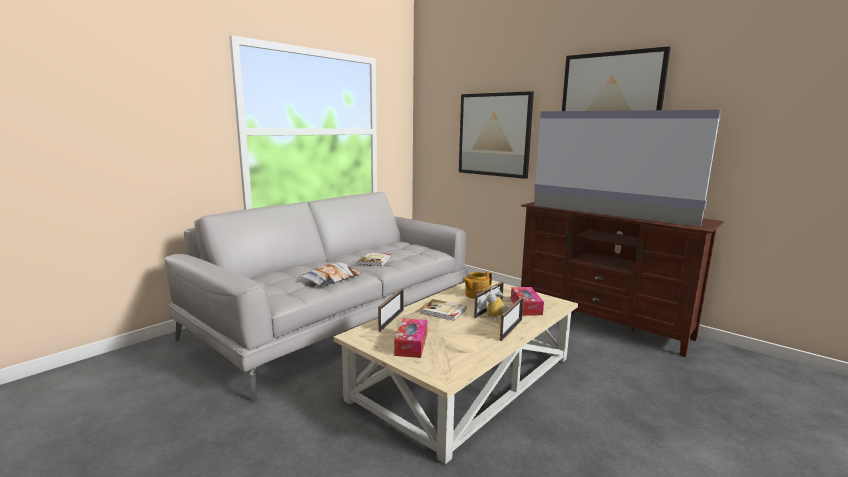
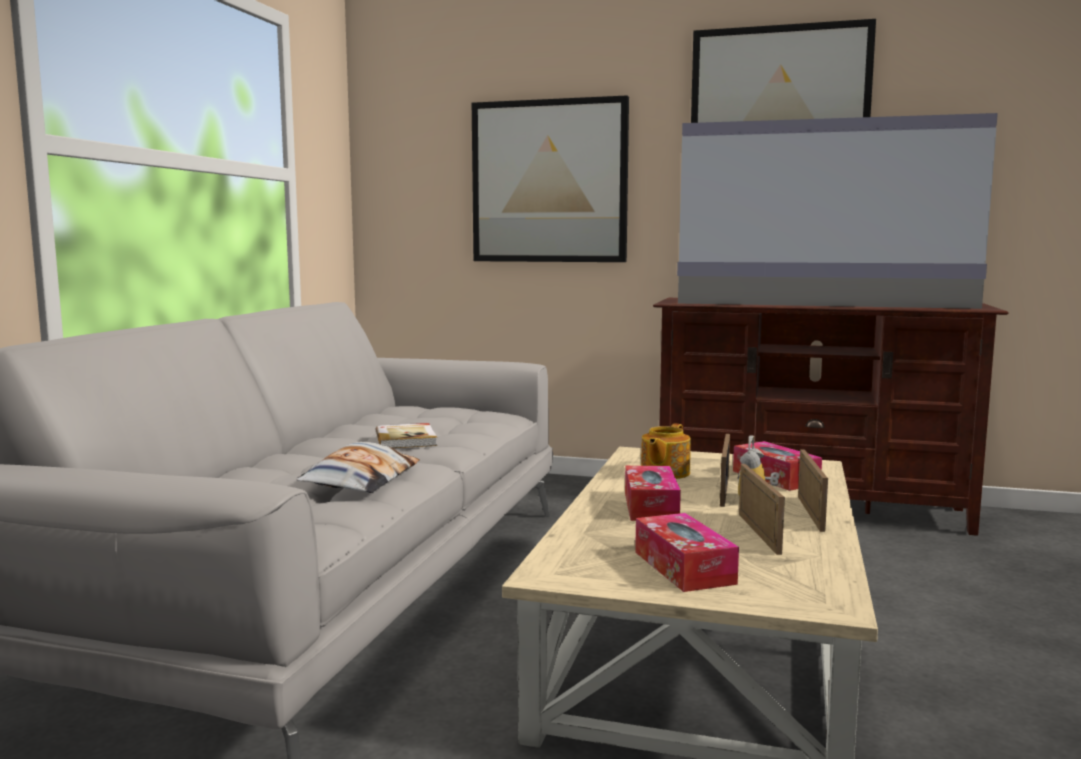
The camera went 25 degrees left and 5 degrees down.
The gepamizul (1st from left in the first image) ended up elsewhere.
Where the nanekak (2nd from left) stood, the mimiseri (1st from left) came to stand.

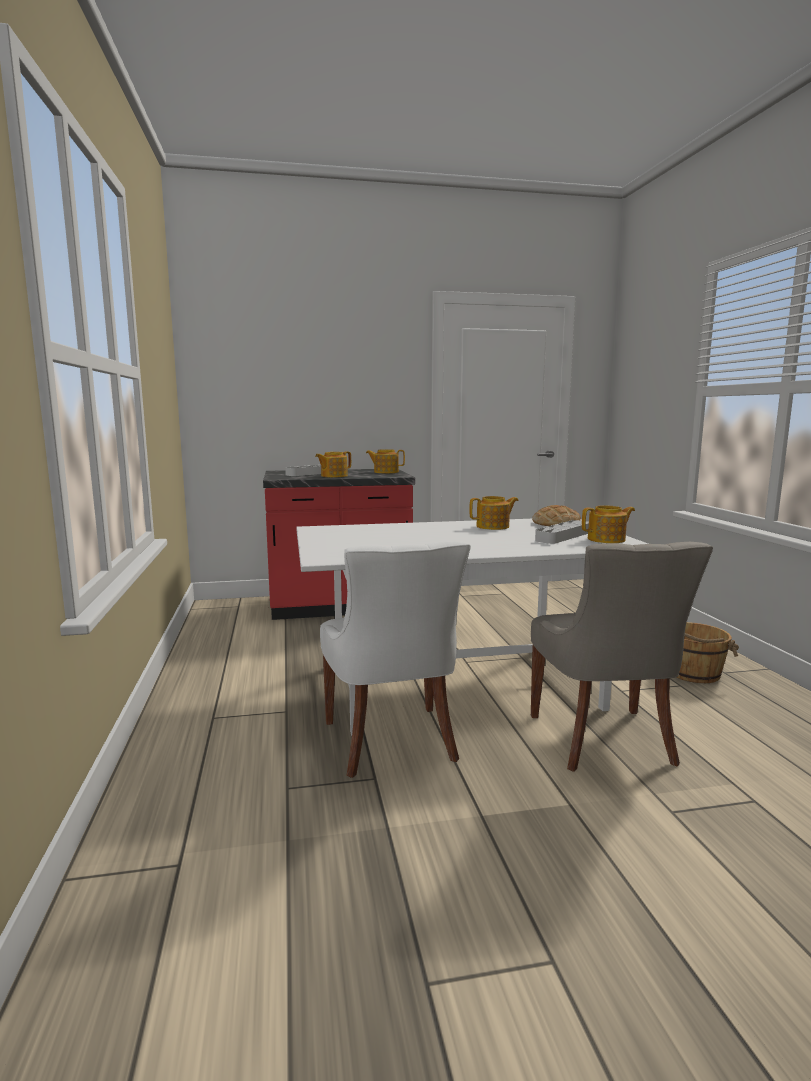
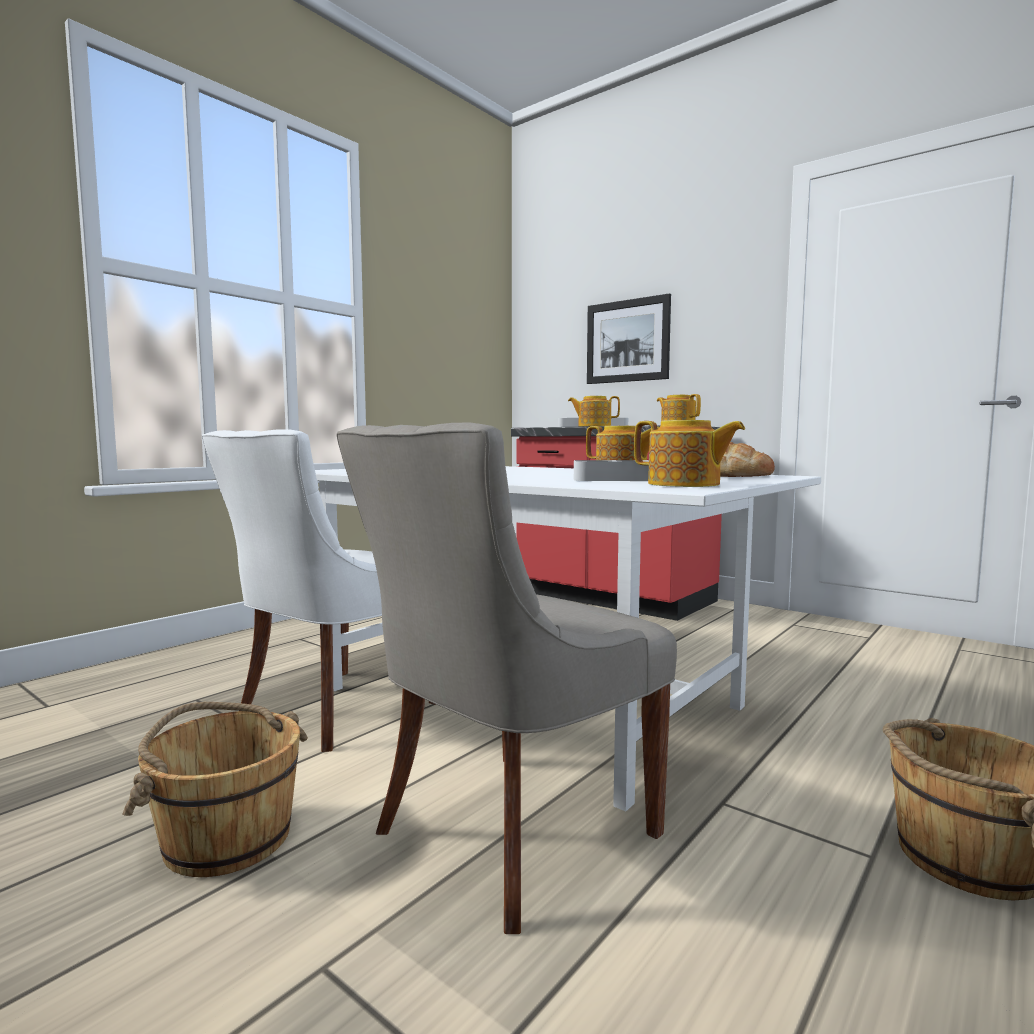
The camera went 50 degrees right and 5 degrees down.
The second view gained the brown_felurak (1st from left).
The second view gained the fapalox.

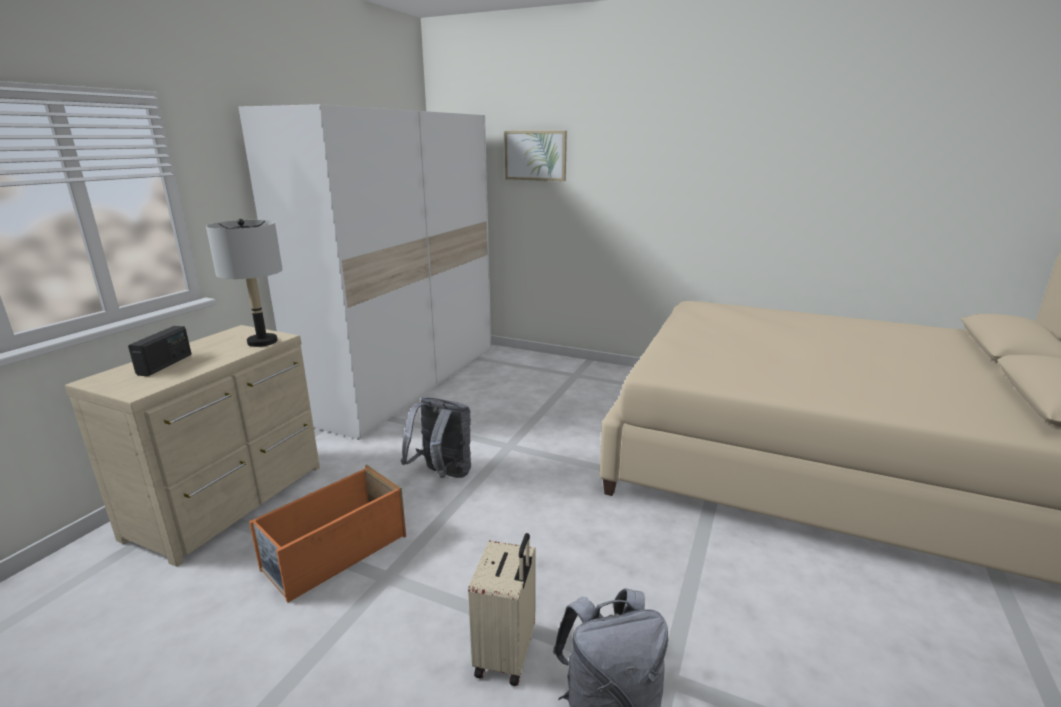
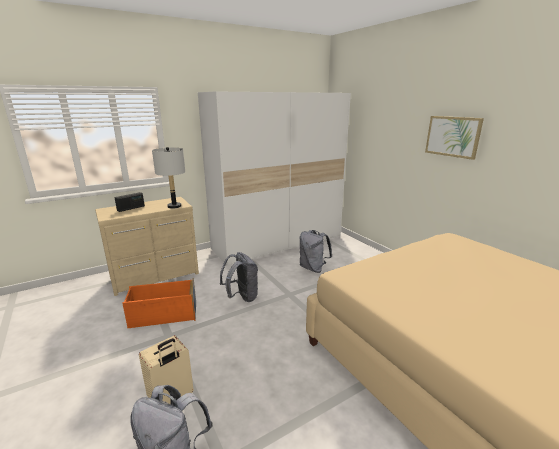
The camera went 35 degrees right and 0 degrees up.
The second view gained the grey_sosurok (3rd from left).
The fapalox ended up elsewhere.

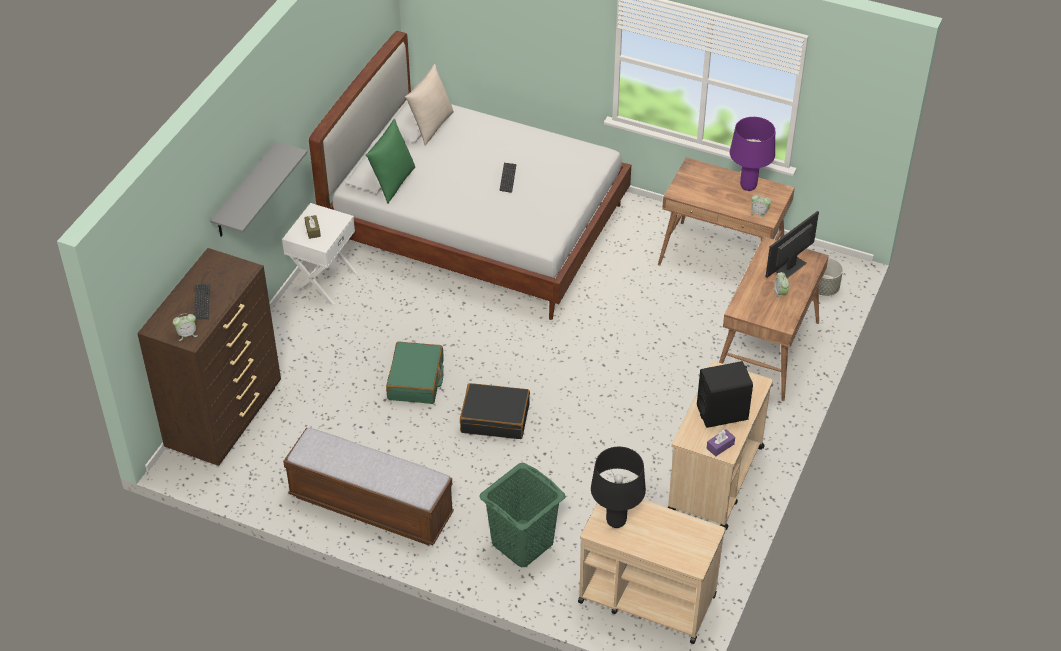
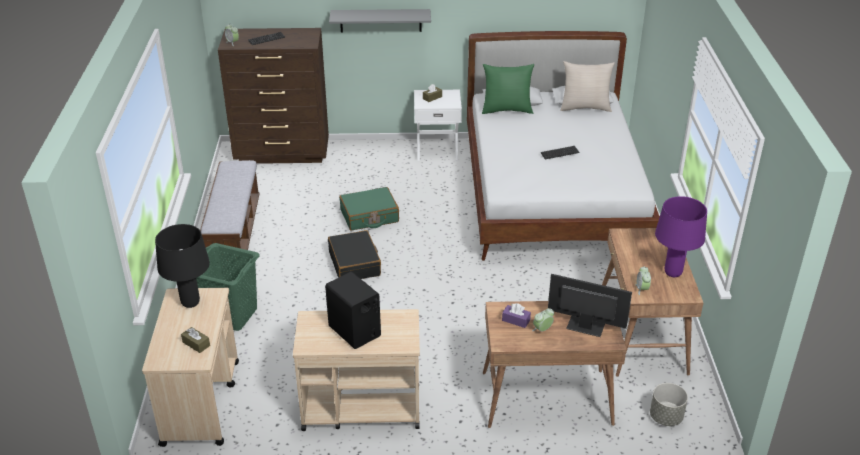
The camera went 65 degrees right and 10 degrees down.
The second view gained the brown_mimiseri (1st from left).
The purple_mimiseri ended up elsewhere.

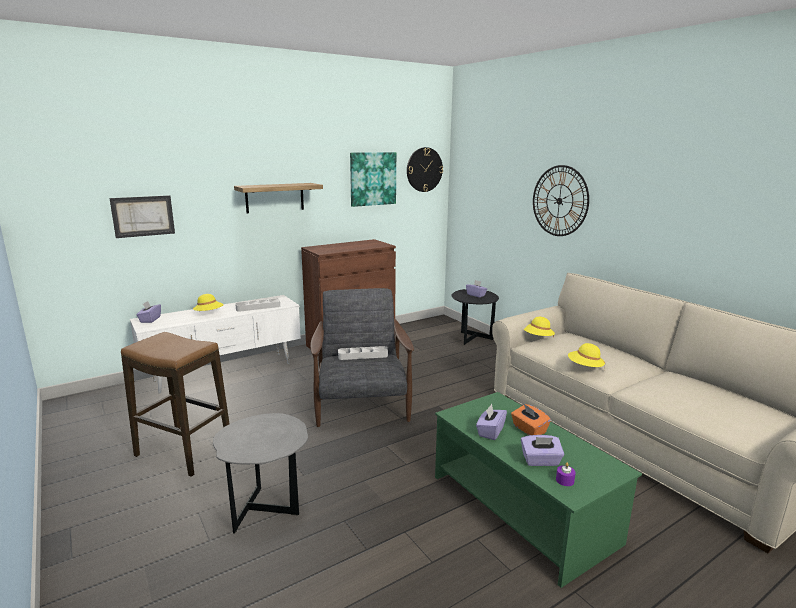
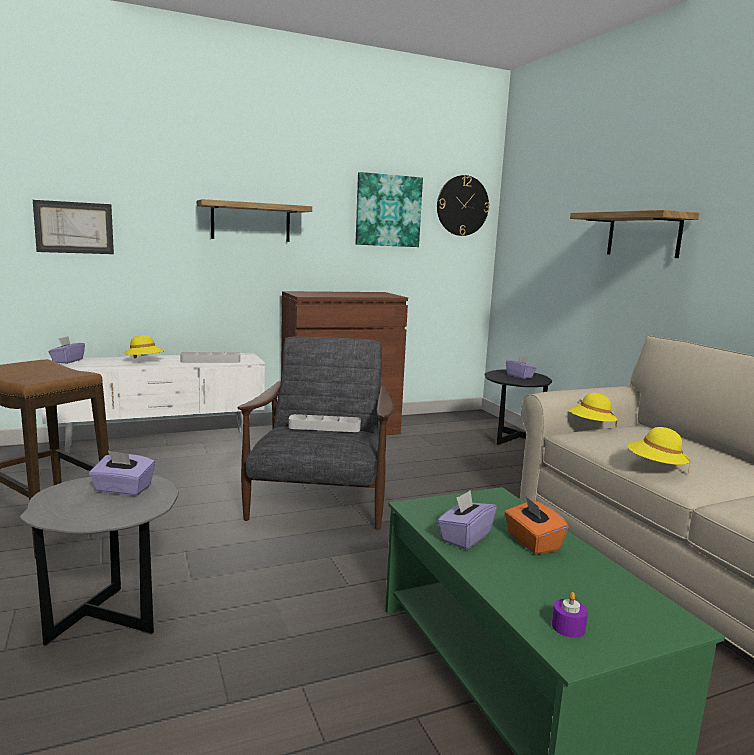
The camera went 10 degrees right and 5 degrees down.
The purple_mimiseri (4th from left in the first image) ended up elsewhere.
Where the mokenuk (2nd from left) hung, the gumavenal (2nd from left) came to hang.

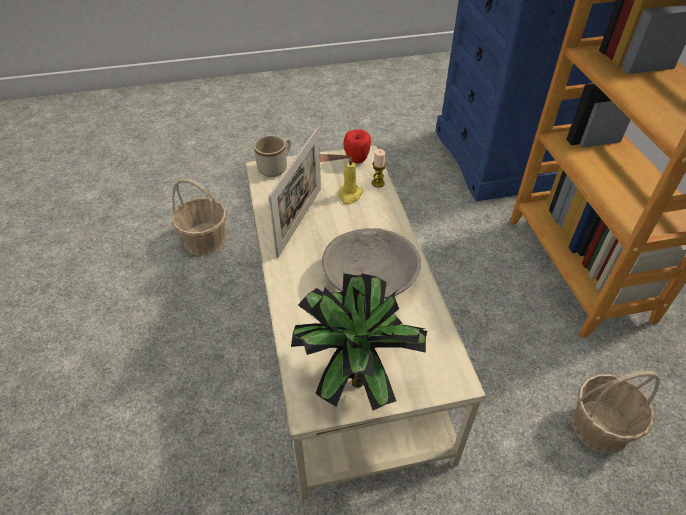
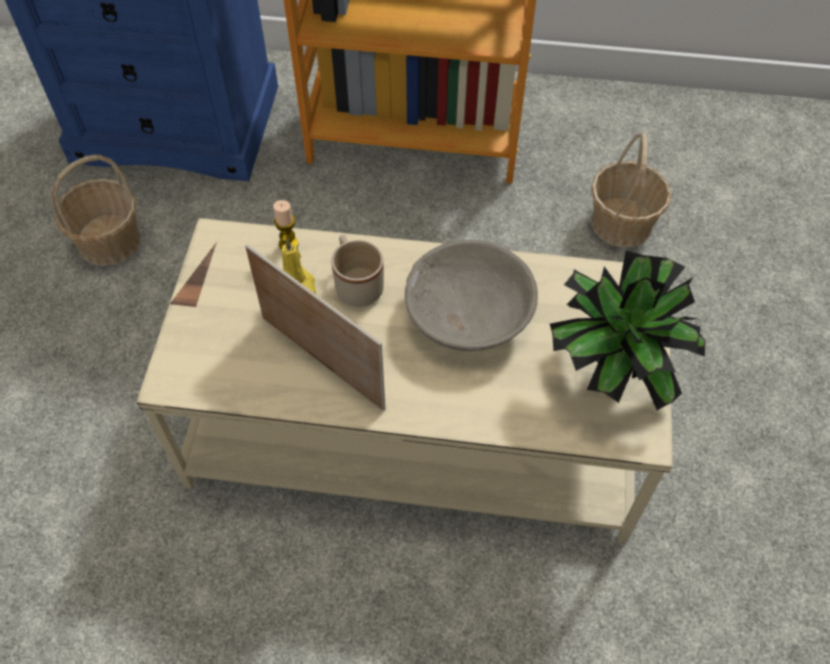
The camera went 70 degrees left and 10 degrees up.
The second view lost the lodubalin.
The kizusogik (1st from left) ended up elsewhere.
The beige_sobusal ended up elsewhere.

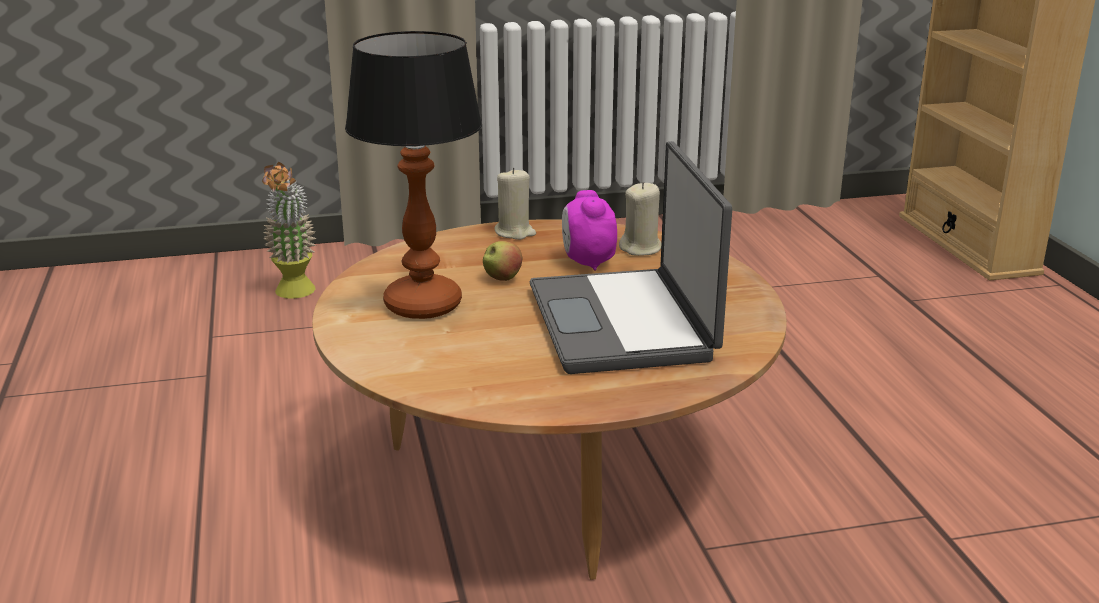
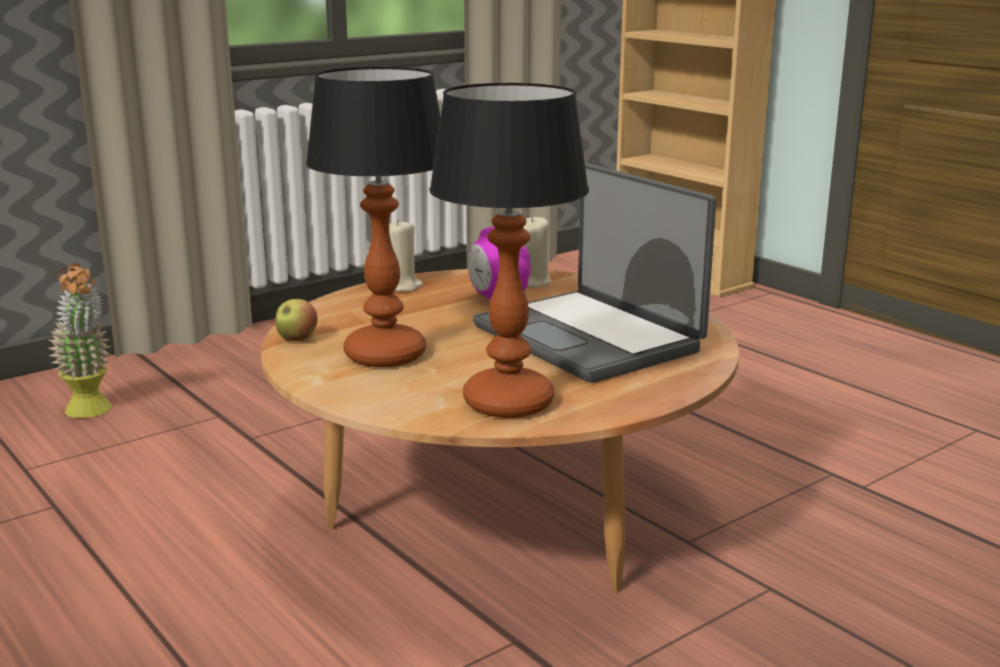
The camera went 25 degrees left and 5 degrees down.
The second view gained the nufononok (2nd from left).
The lodubalin ended up elsewhere.

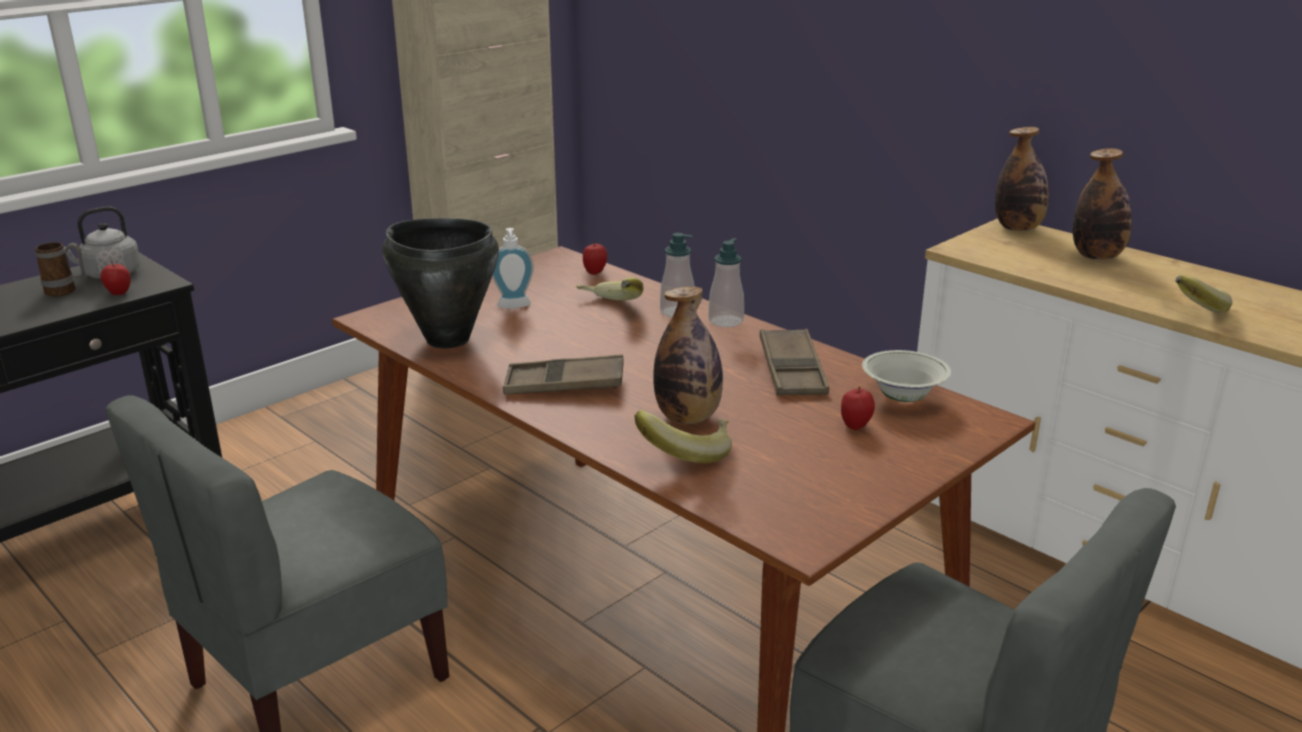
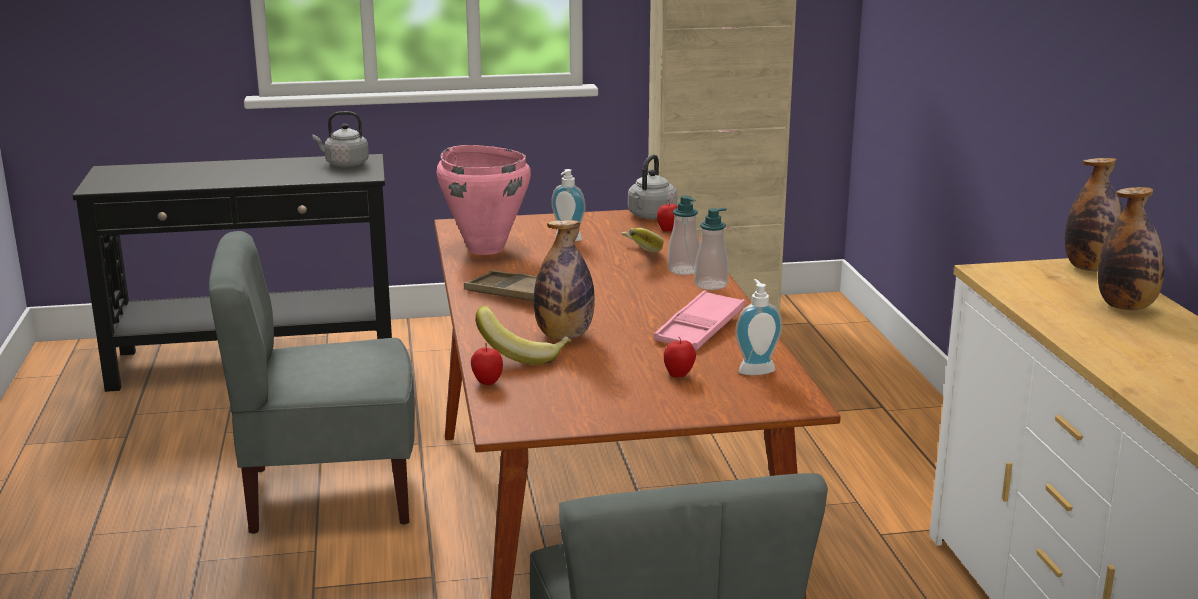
The camera went 35 degrees right and 5 degrees down.
The second view lost the sobusal.
The second view lost the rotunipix (3rd from left).
The second view gained the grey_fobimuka (2nd from left).
The lodubalin (1st from left) ended up elsewhere.
Where the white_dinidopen stood, the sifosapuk (4th from left) came to stand.
What was the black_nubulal turned into the pink_nubulal.
What was the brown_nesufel (2nd from left) turned into the pink_nesufel.

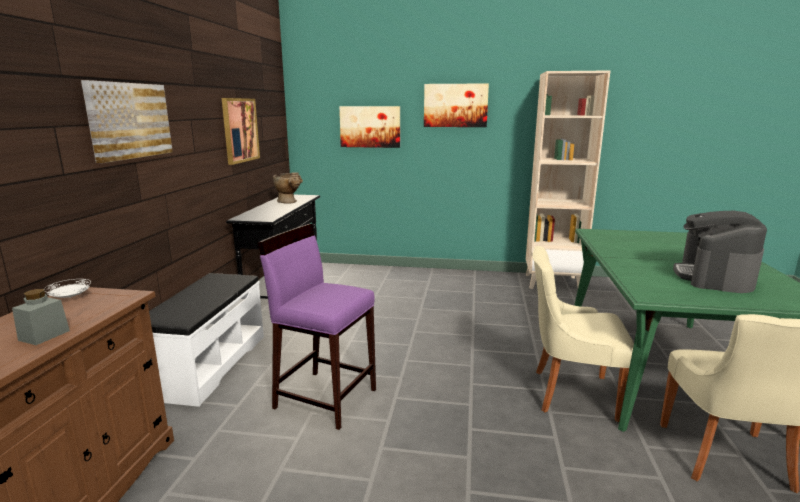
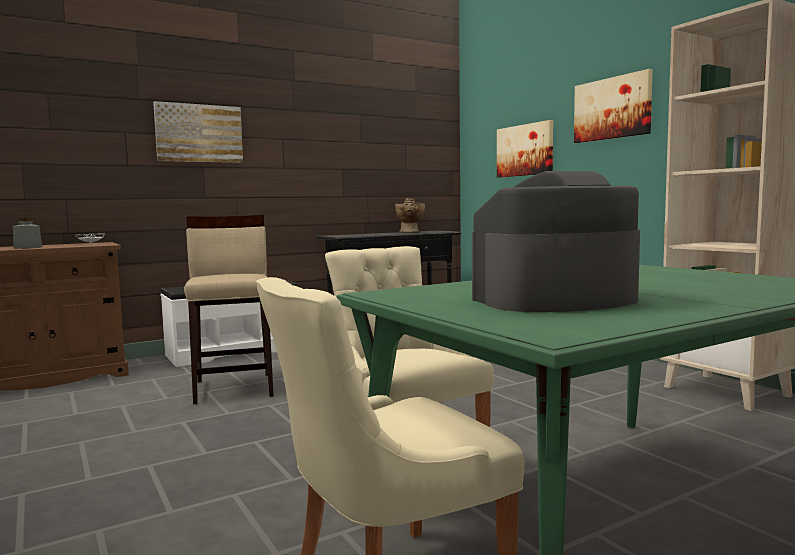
The camera went 50 degrees right and 10 degrees down.
The second view lost the fapalox (2nd from left).
What was the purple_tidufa turned into the beige_tidufa.

